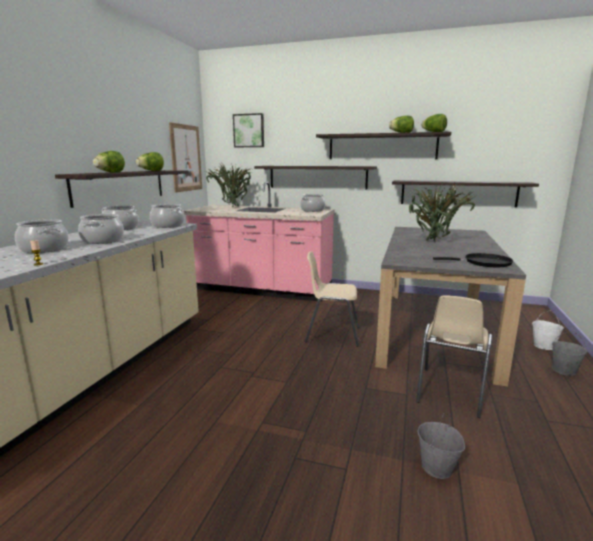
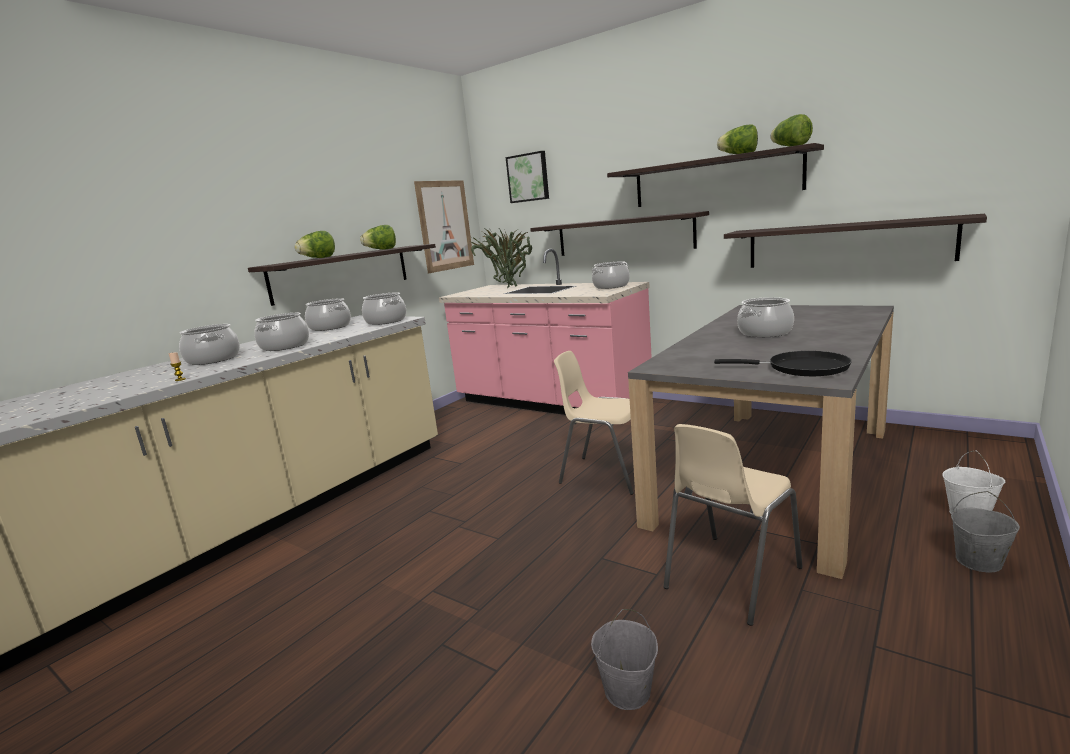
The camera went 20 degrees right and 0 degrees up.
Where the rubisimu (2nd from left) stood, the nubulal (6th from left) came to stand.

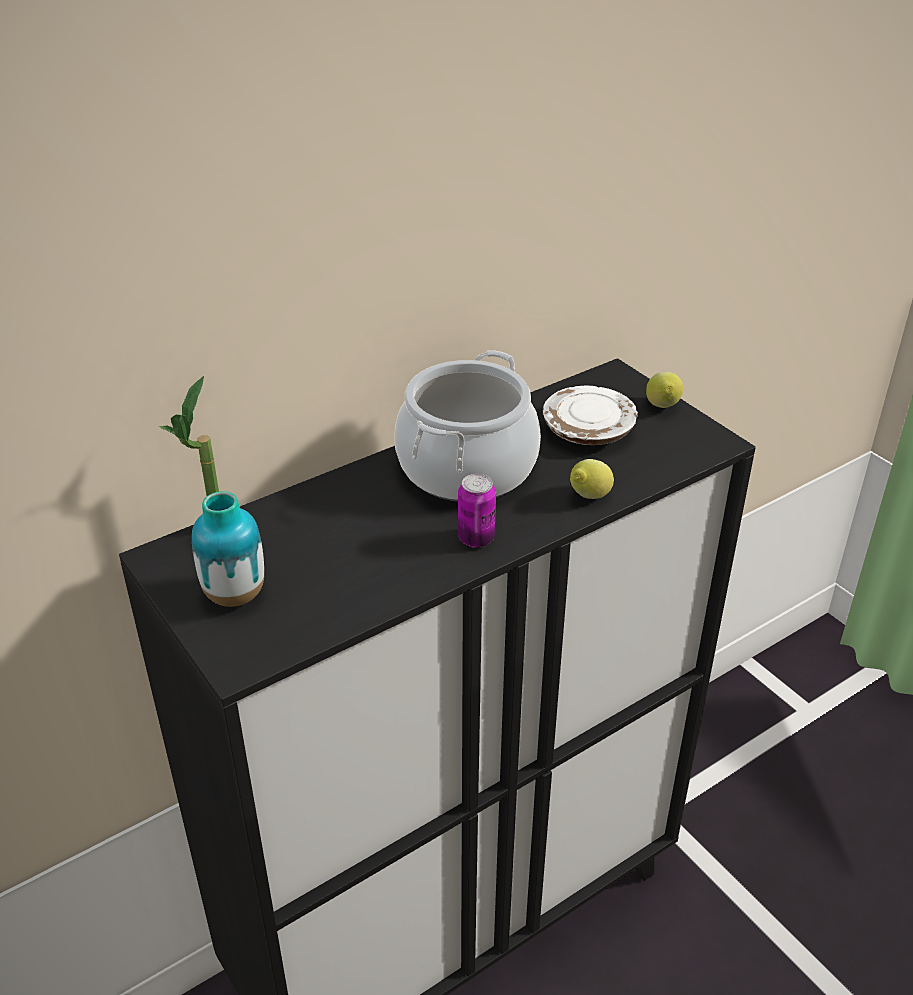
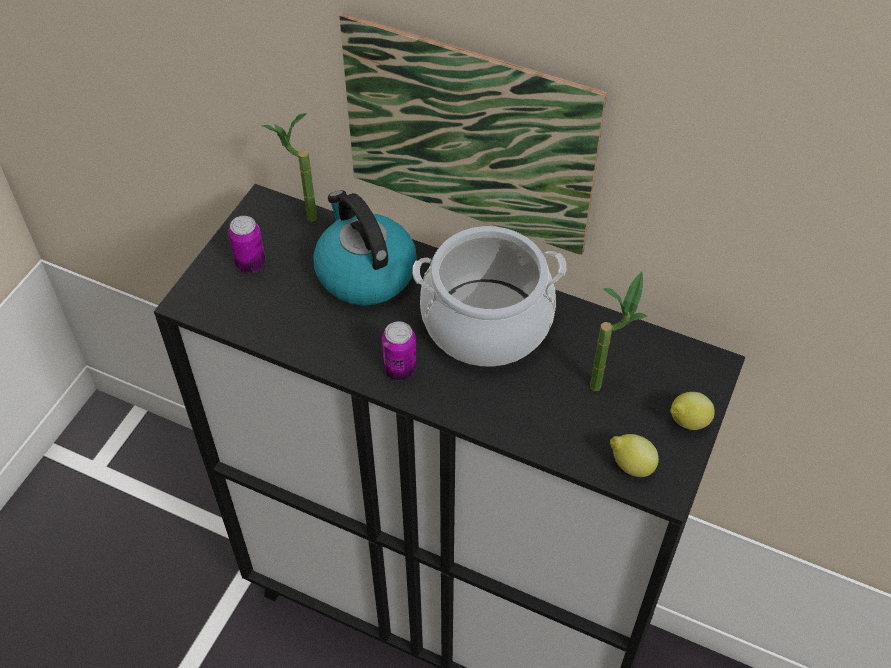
The camera went 60 degrees right and 15 degrees up.
The second view gained the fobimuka.
The second view gained the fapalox.
The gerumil (1st from left) ended up elsewhere.
Where the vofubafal stood, the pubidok (1st from left) came to stand.
Where the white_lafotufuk stood, the rubisimu (2nd from left) came to stand.

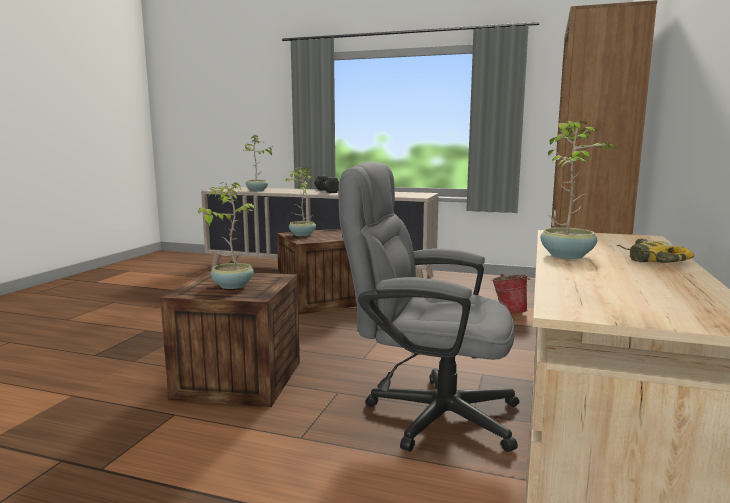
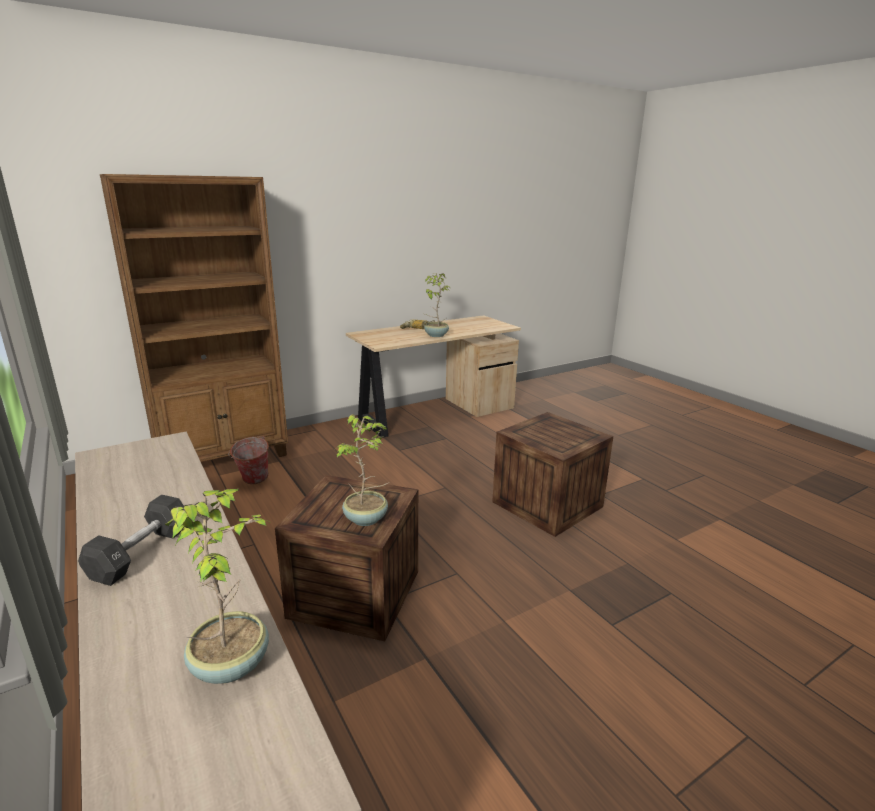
The camera went 140 degrees left and 10 degrees up.
The second view lost the rubisimu (1st from left).
The second view lost the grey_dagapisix.

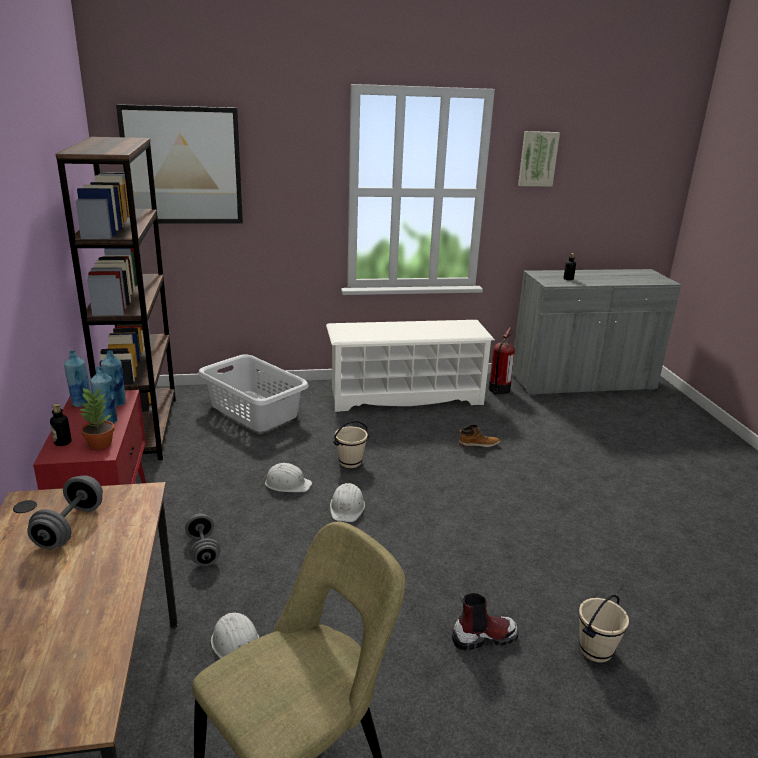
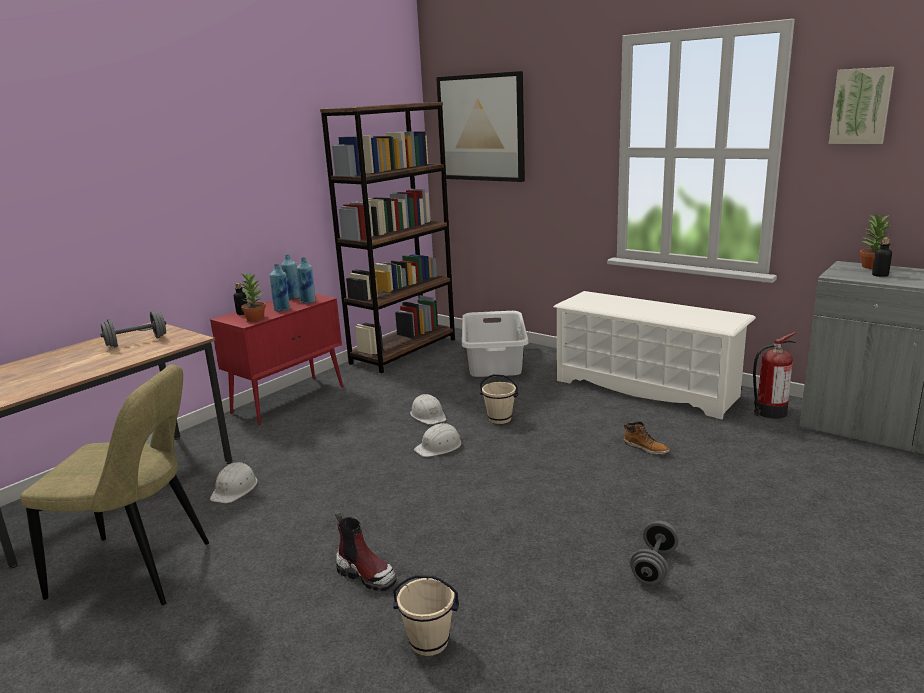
The camera went 50 degrees right and 5 degrees down.
The second view gained the rubisimu (2nd from left).
The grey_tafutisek (2nd from left) ended up elsewhere.

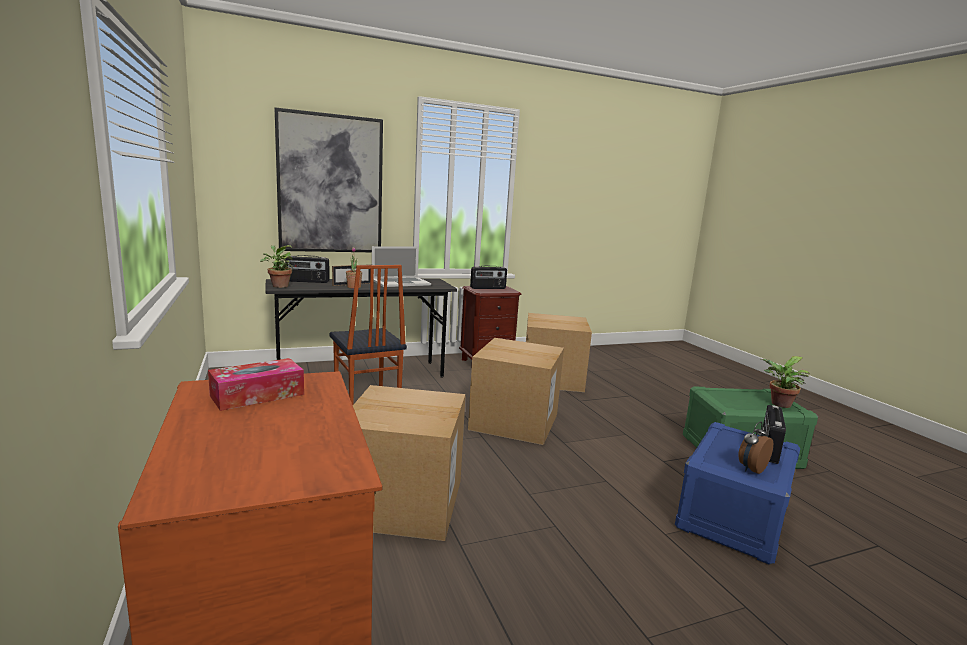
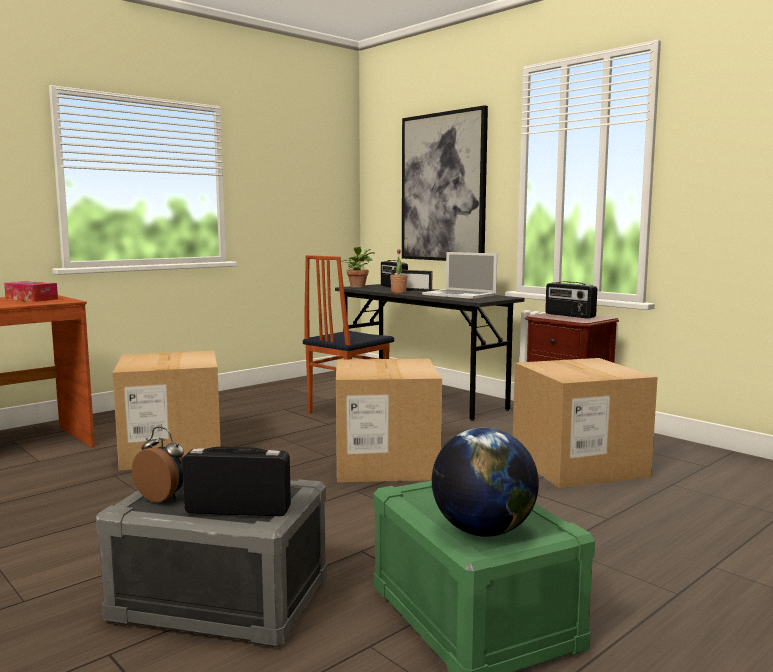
The camera went 70 degrees right and 5 degrees down.
Where the rubisimu (3rd from left) stood, the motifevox came to stand.
What was the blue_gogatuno turned into the grey_gogatuno.

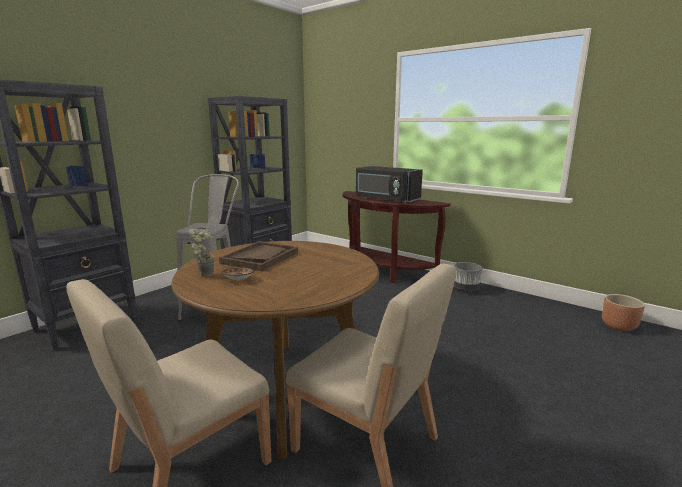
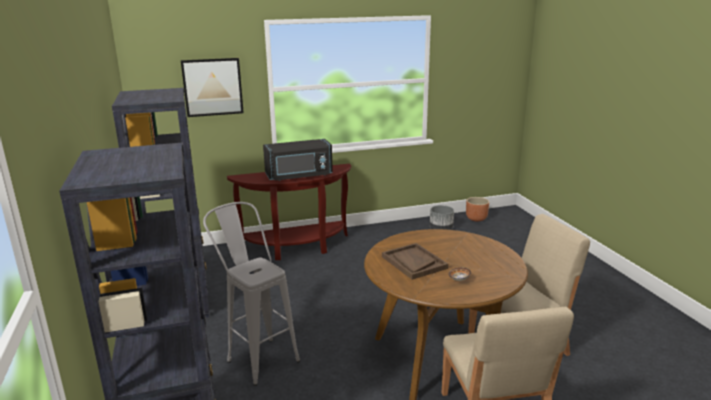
The camera went 55 degrees left and 5 degrees up.
The second view lost the rubisimu.
The second view gained the fapalox.
The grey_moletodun ended up elsewhere.

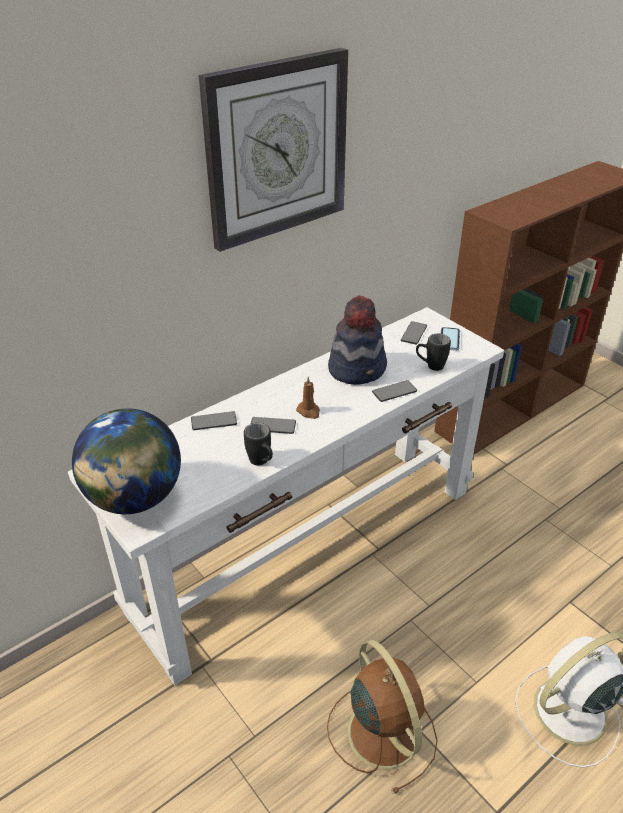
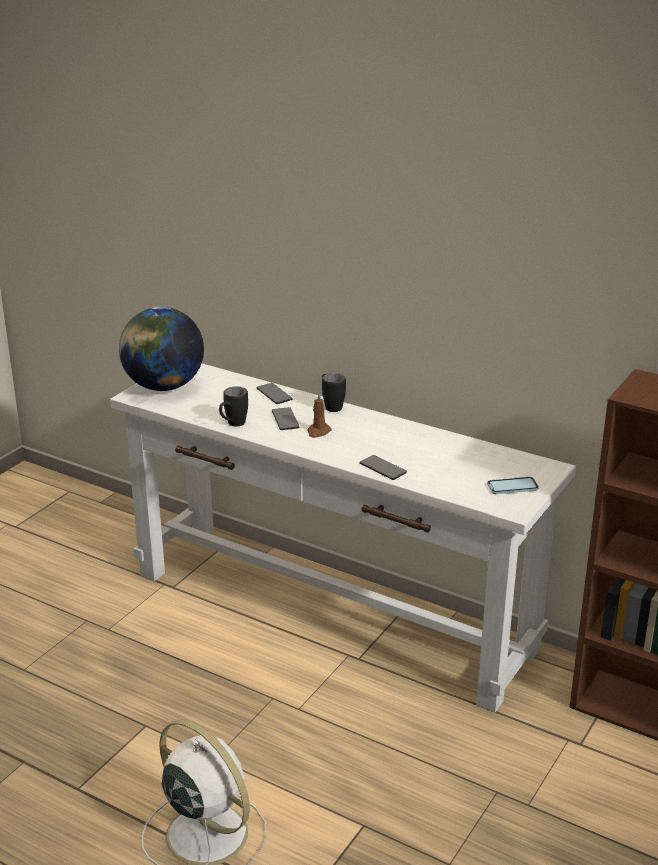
The camera went 70 degrees right and 10 degrees down.
The second view lost the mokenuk.
The second view lost the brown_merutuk.
The second view lost the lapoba.
The second view lost the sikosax (4th from left).
The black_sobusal (2nd from left) ended up elsewhere.

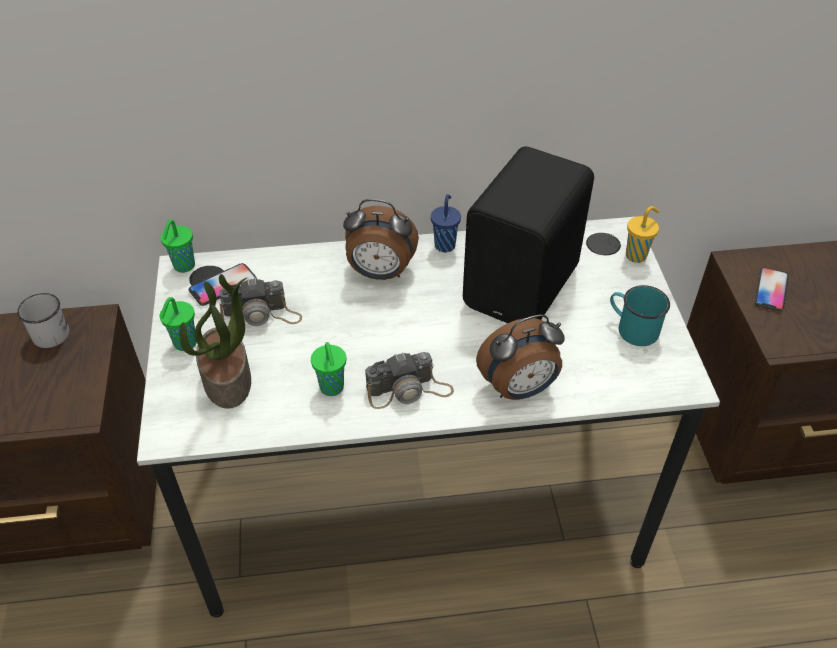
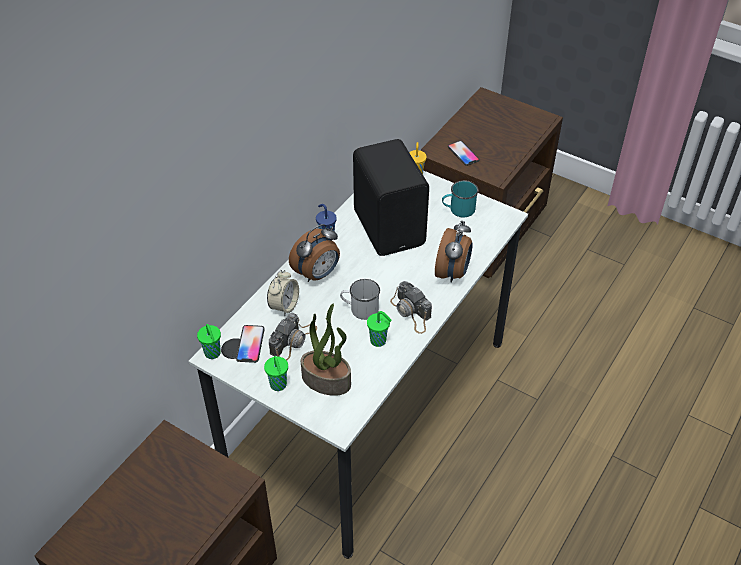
The camera went 50 degrees left and 0 degrees up.
The second view gained the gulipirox (1st from left).
The white_sobusal ended up elsewhere.
The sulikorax (2nd from left) ended up facing another way, 120 degrees clockwise from before.

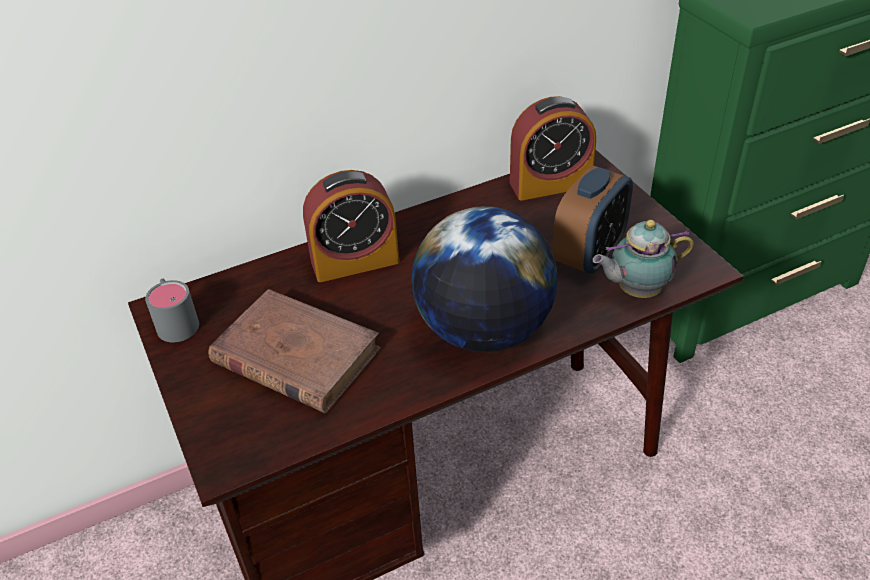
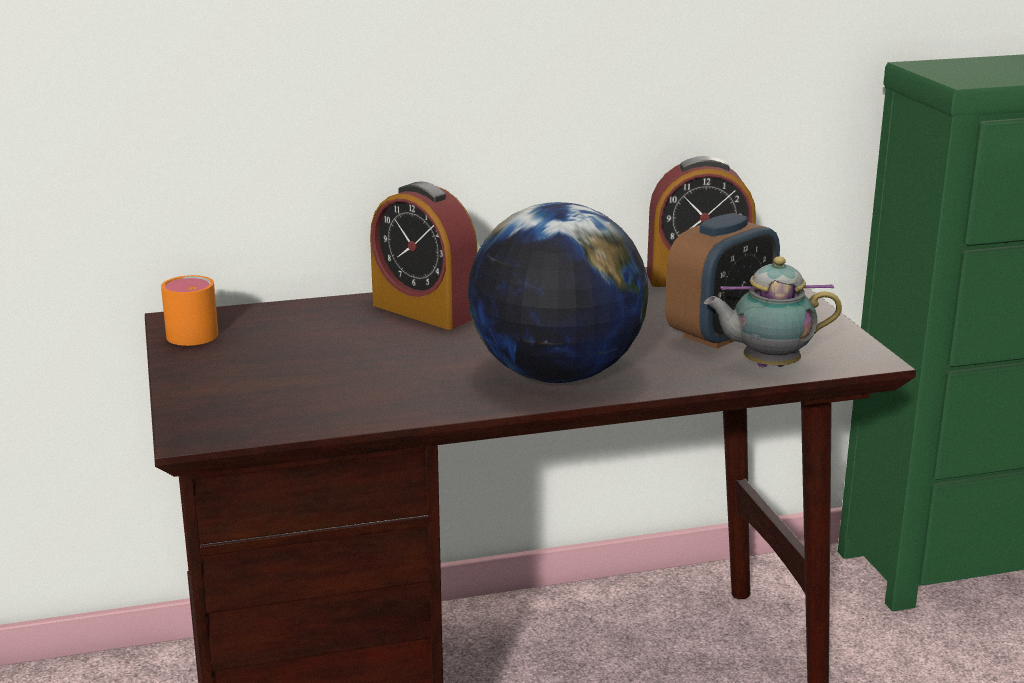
The camera went 10 degrees right and 20 degrees down.
The second view lost the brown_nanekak.
What was the grey_sobusal turned into the orange_sobusal.
The gulipirox (1st from left) ended up facing another way, 45 degrees clockwise from before.

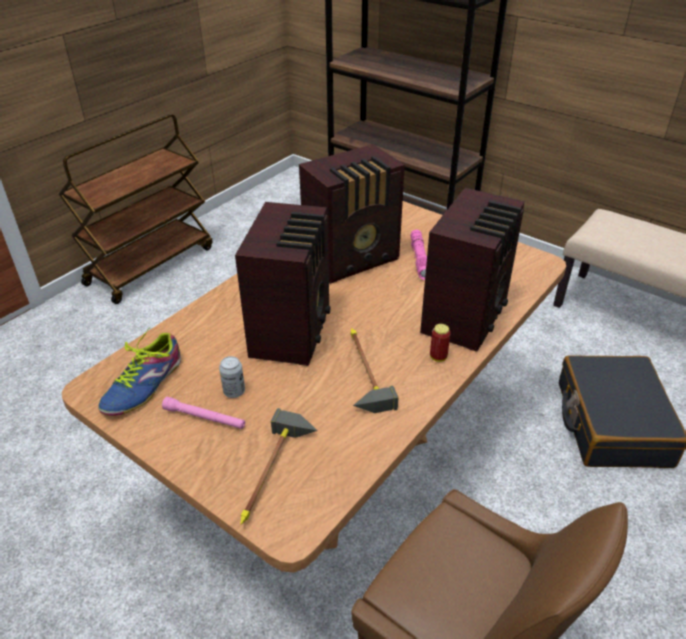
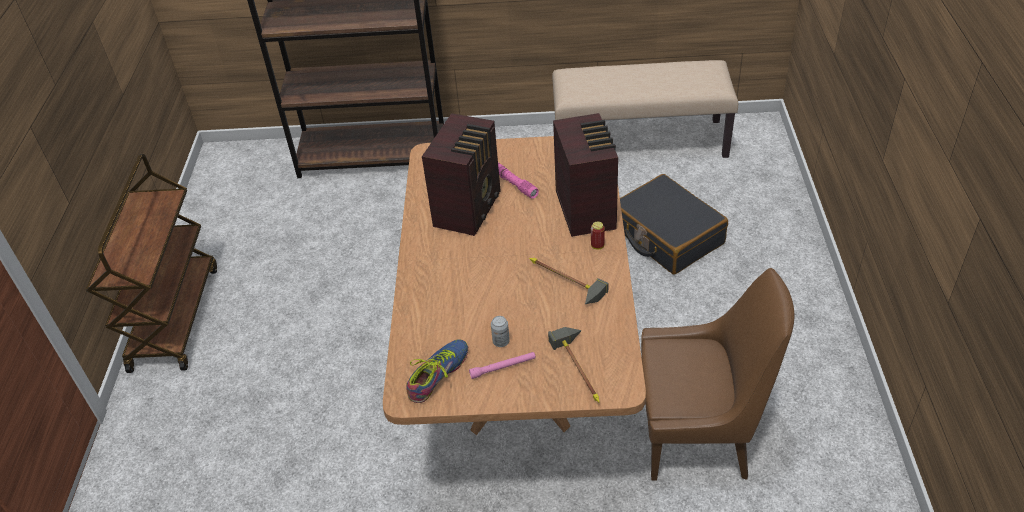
The camera went 35 degrees left and 5 degrees up.
The second view lost the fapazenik (1st from left).
The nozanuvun ended up facing another way, 135 degrees counterclockwise from before.

